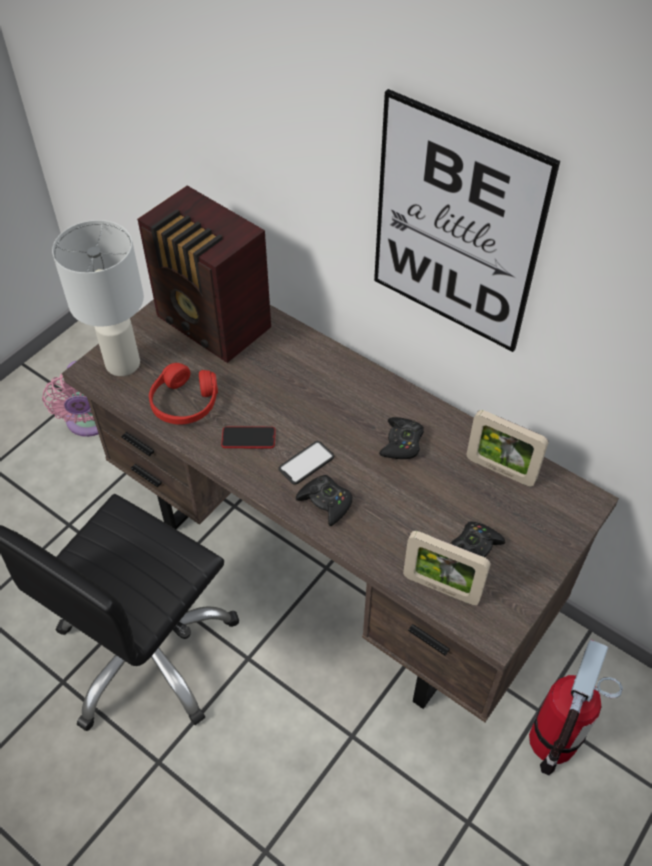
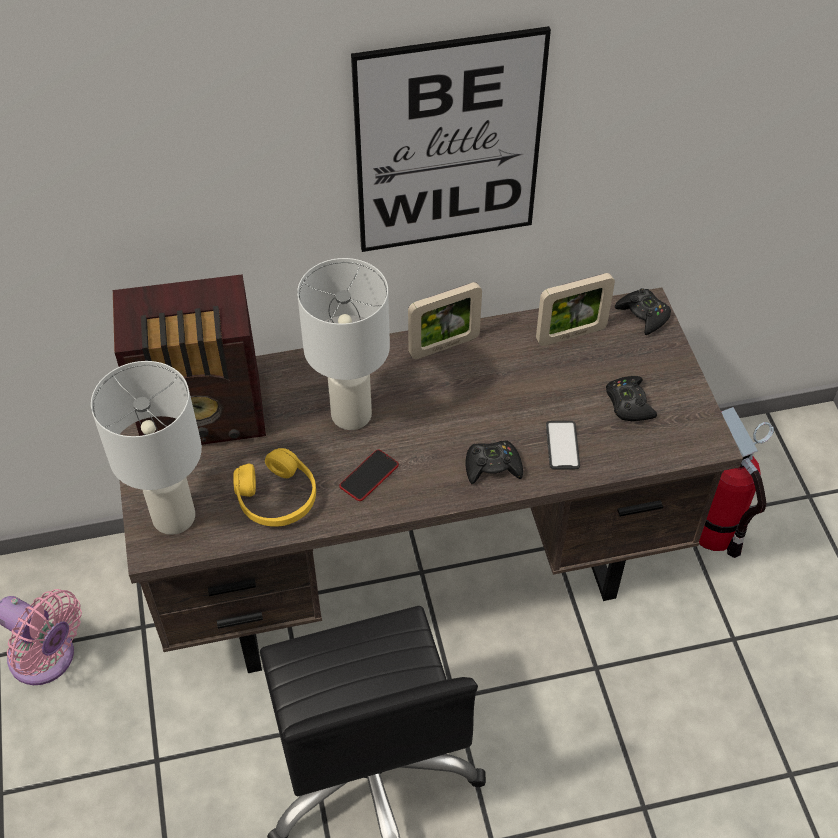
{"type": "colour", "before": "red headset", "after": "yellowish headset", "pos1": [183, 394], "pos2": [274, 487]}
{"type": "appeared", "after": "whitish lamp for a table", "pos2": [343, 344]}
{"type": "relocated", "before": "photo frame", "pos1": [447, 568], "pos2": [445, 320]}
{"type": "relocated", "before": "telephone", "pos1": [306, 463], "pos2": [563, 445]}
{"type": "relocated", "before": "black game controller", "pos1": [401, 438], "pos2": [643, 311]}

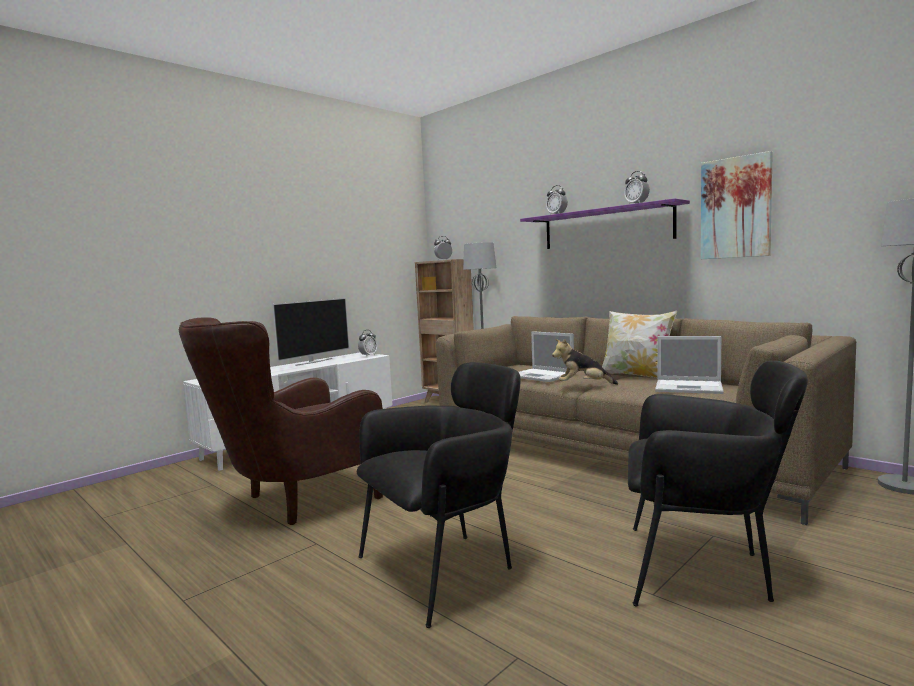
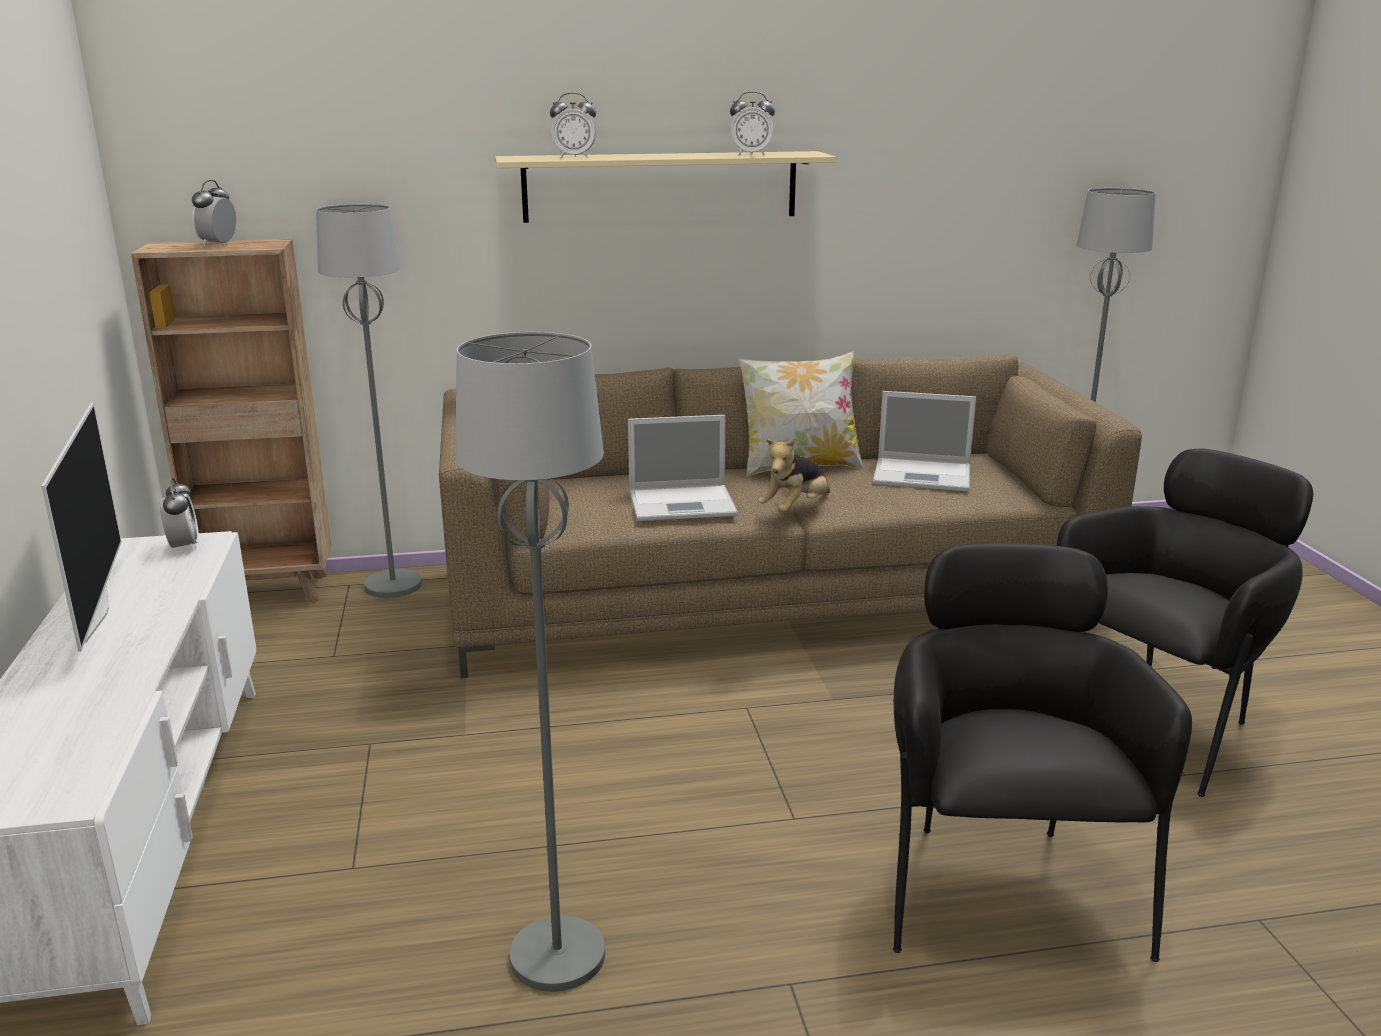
{"type": "exchanged", "before": "brownish easy chair", "after": "greyish standard lamp", "pos1": [281, 421], "pos2": [530, 662]}
{"type": "colour", "before": "purple-coloured shelf", "after": "beige shelf", "pos1": [605, 223], "pos2": [665, 187]}
{"type": "spun", "before": "notebook computer", "pos1": [689, 365], "pos2": [924, 441], "turn": 45}
{"type": "missing", "before": "wall art", "pos1": [737, 205]}

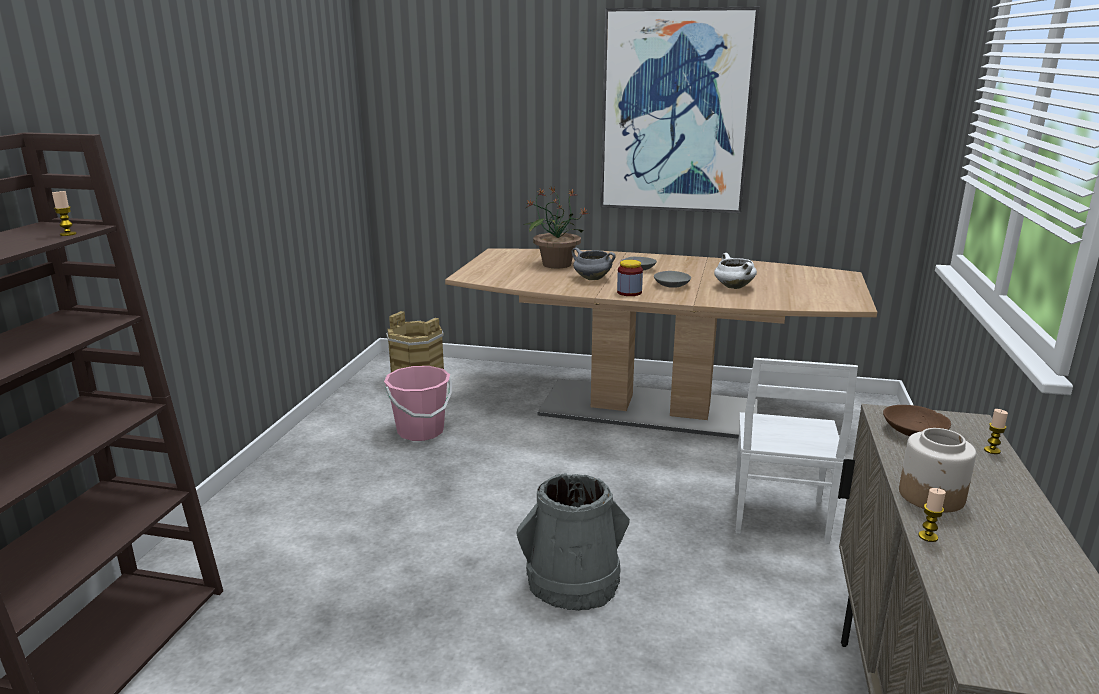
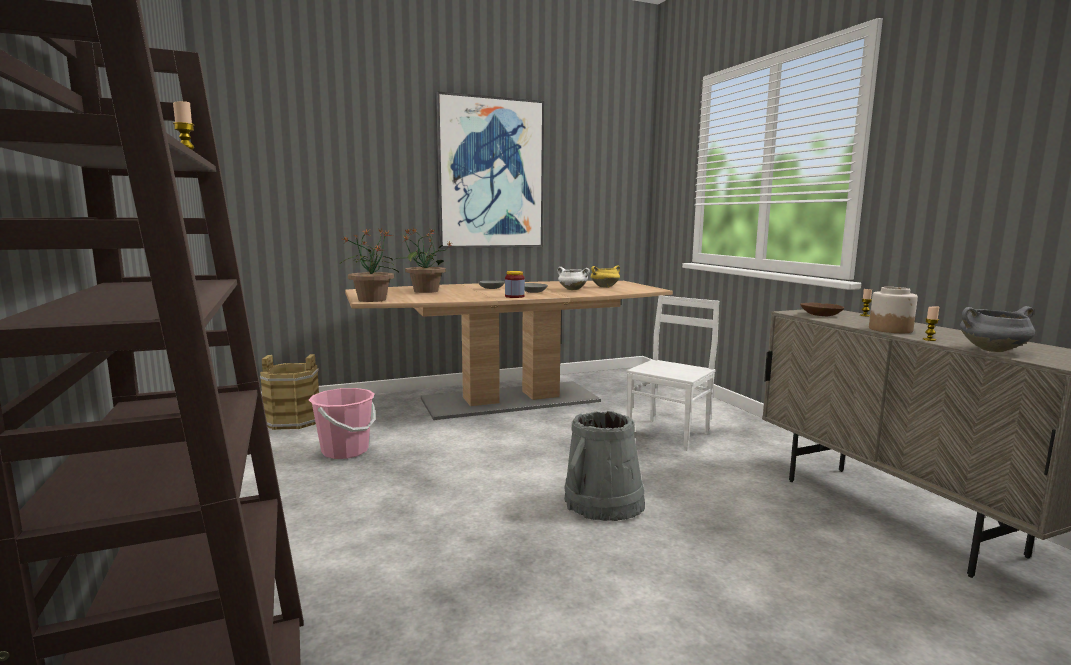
{"type": "appeared", "after": "plant in a pot", "pos2": [369, 265]}
{"type": "appeared", "after": "yellowish stockpot", "pos2": [605, 276]}
{"type": "spun", "before": "whitish upright chair", "pos1": [796, 451], "pos2": [672, 373], "turn": -120}
{"type": "relocated", "before": "greyish stockpot", "pos1": [594, 263], "pos2": [997, 329]}

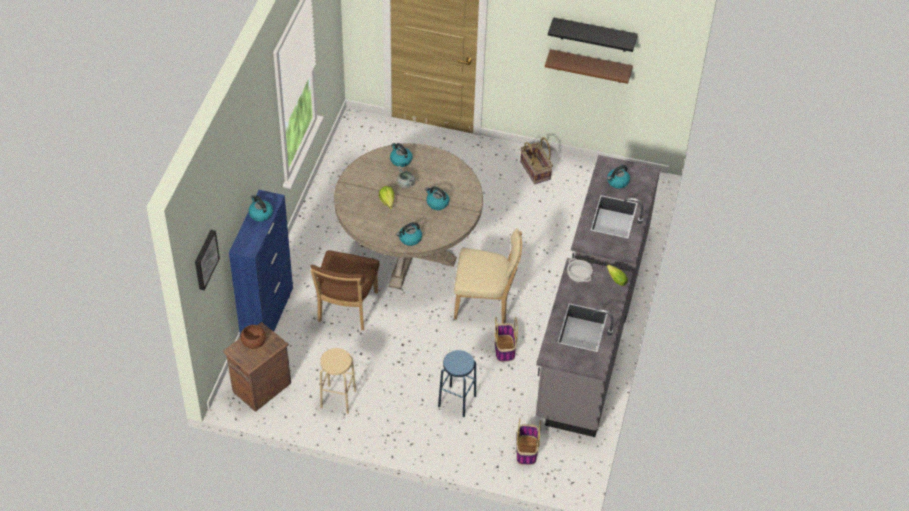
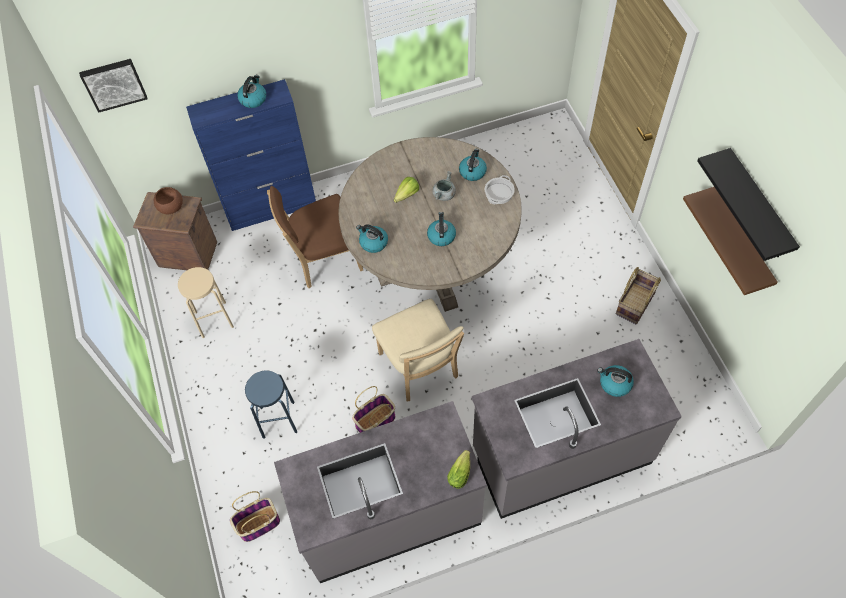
{"type": "relocated", "before": "stockpot", "pos1": [580, 270], "pos2": [500, 189]}

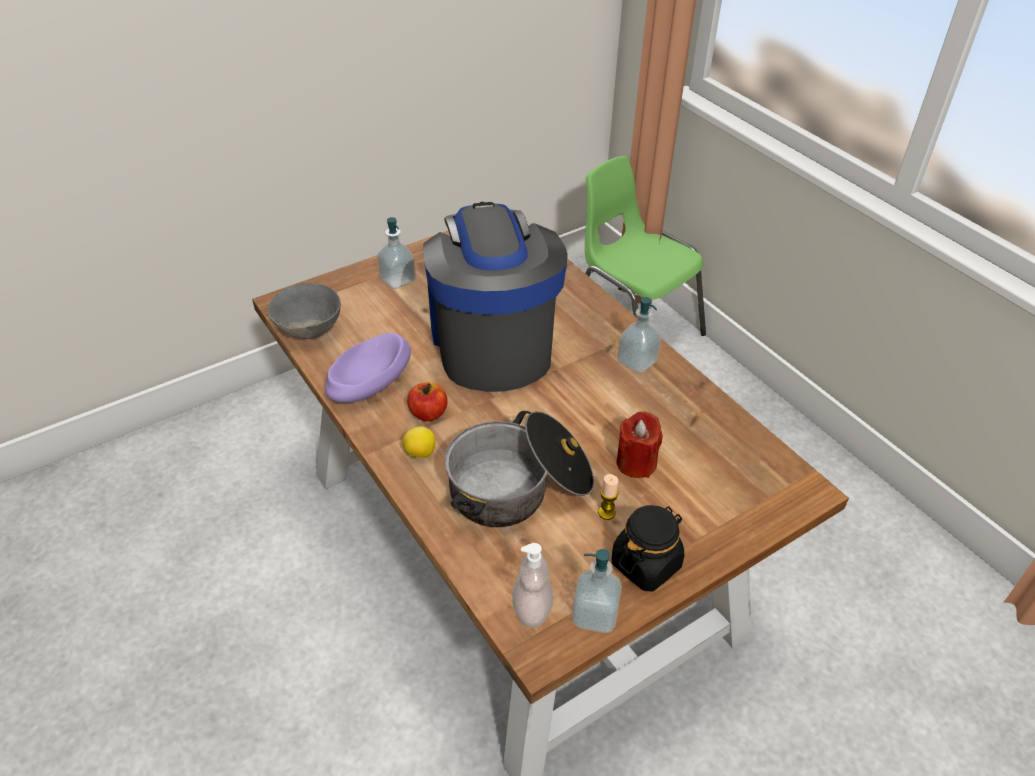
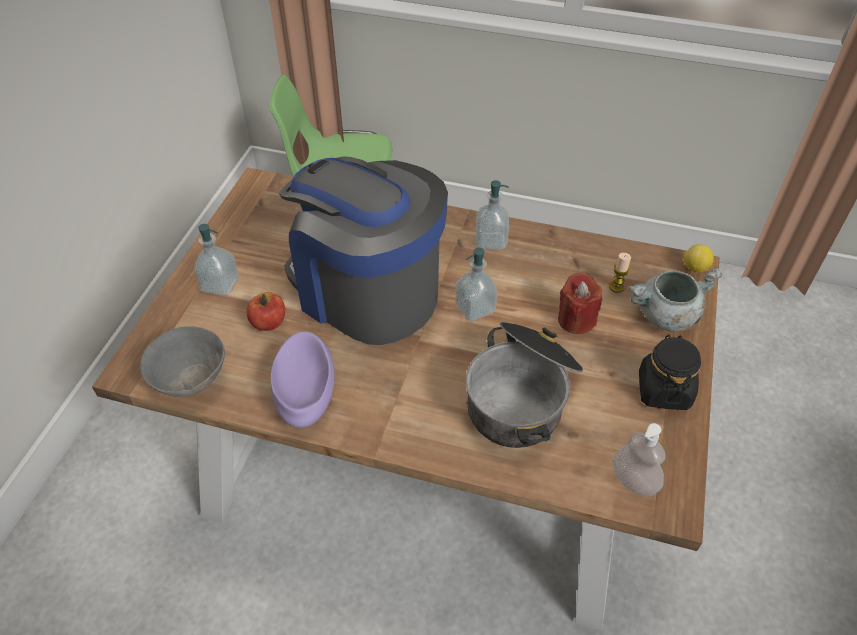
{"type": "relocated", "before": "apple", "pos1": [427, 401], "pos2": [266, 311]}
{"type": "relocated", "before": "soap dispenser", "pos1": [597, 591], "pos2": [476, 284]}
{"type": "relocated", "before": "wax light", "pos1": [608, 497], "pos2": [620, 273]}
{"type": "appeared", "after": "greyish stockpot", "pos2": [675, 299]}
{"type": "relocated", "before": "lemon", "pos1": [418, 442], "pos2": [699, 258]}

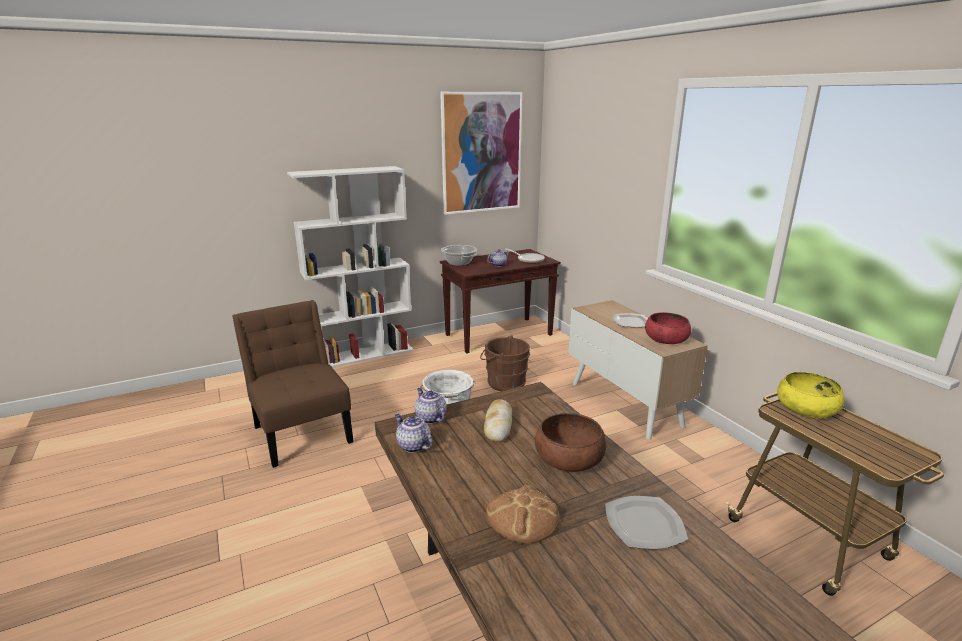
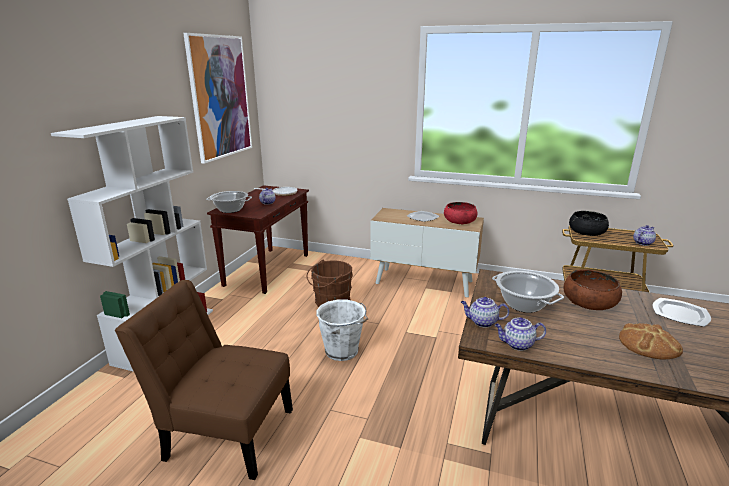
{"type": "exchanged", "before": "baked bread", "after": "stockpot", "pos1": [498, 420], "pos2": [528, 292]}
{"type": "colour", "before": "yellowish bowl", "after": "black bowl", "pos1": [811, 395], "pos2": [589, 223]}
{"type": "appeared", "after": "pot for tea", "pos2": [644, 235]}

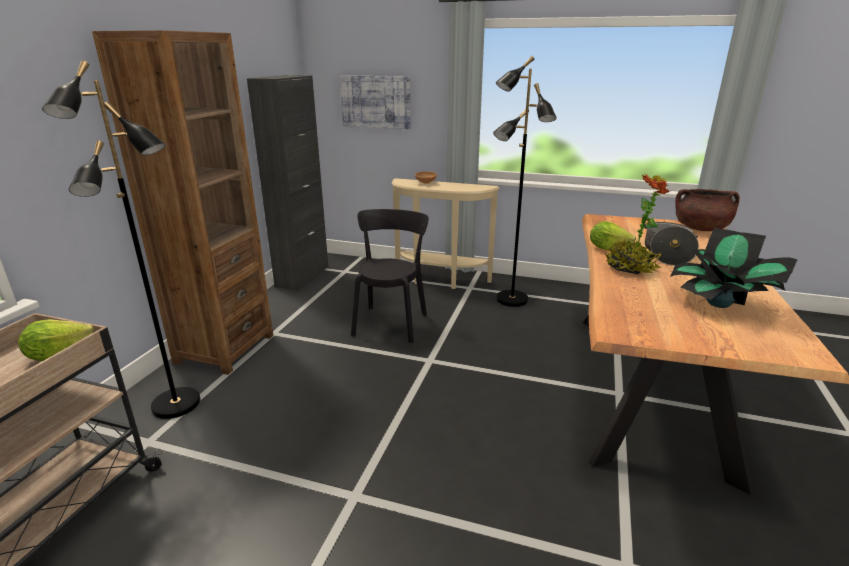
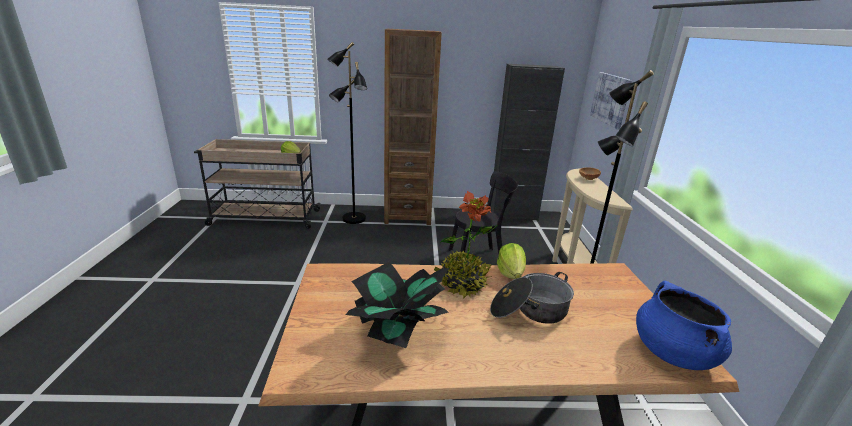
{"type": "colour", "before": "brownish stockpot", "after": "blue-coloured stockpot", "pos1": [707, 210], "pos2": [684, 325]}

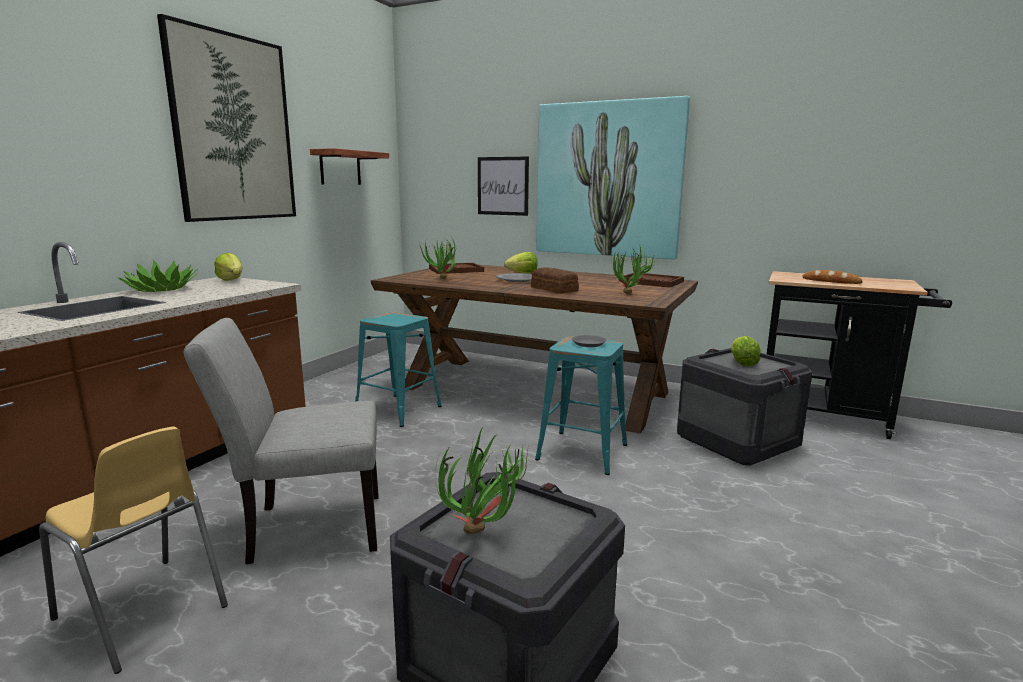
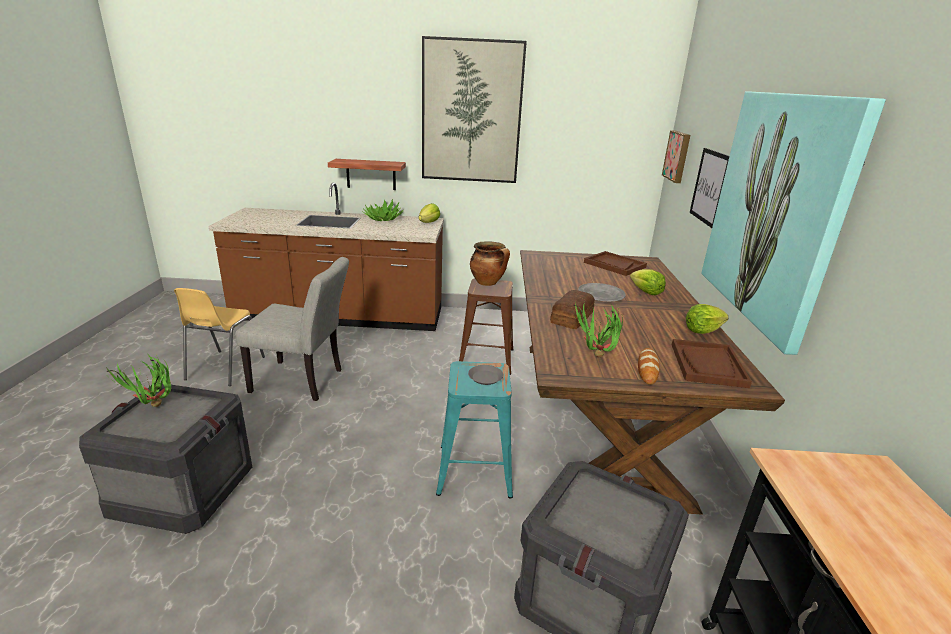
{"type": "spun", "before": "greyish upright chair", "pos1": [281, 441], "pos2": [292, 329], "turn": 135}
{"type": "relocated", "before": "shelf", "pos1": [349, 166], "pos2": [367, 174]}
{"type": "colour", "before": "turquoise-coloured stool seat", "after": "brownish stool seat", "pos1": [398, 369], "pos2": [486, 326]}
{"type": "appeared", "after": "stockpot", "pos2": [490, 263]}
{"type": "relocated", "before": "baked bread", "pos1": [832, 277], "pos2": [649, 366]}
{"type": "appeared", "after": "wall art", "pos2": [676, 156]}
{"type": "relocated", "before": "head of lettuce", "pos1": [746, 351], "pos2": [707, 319]}
{"type": "missing", "before": "plant in a pot", "pos1": [437, 258]}

